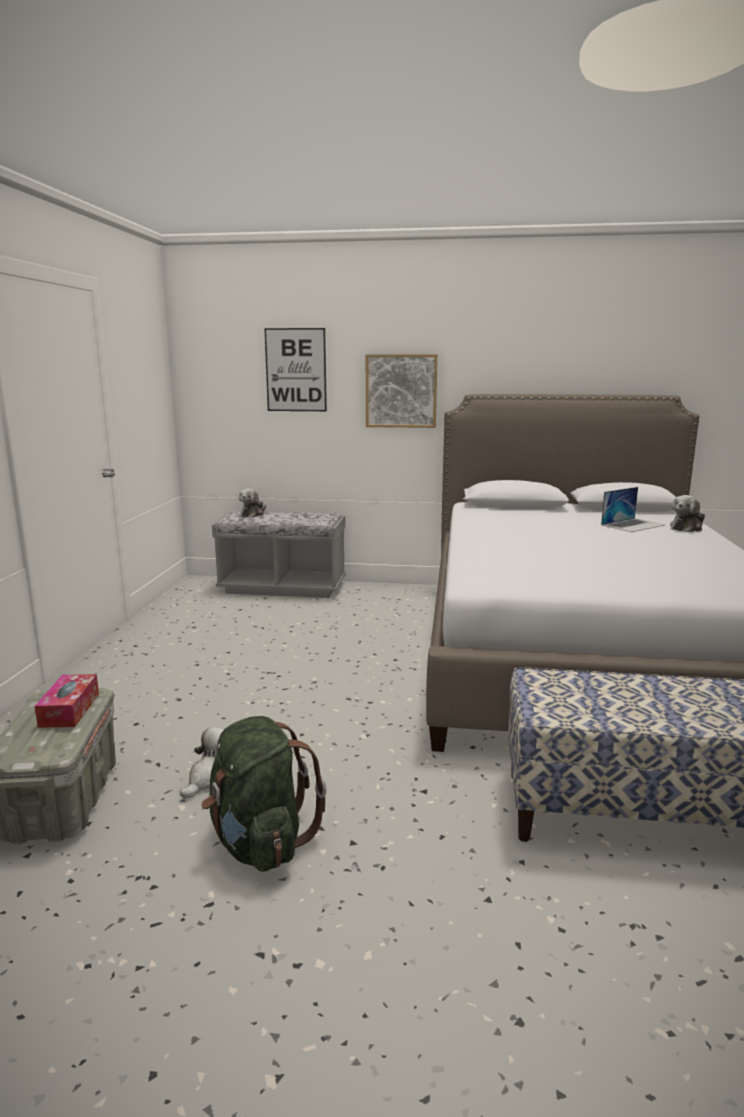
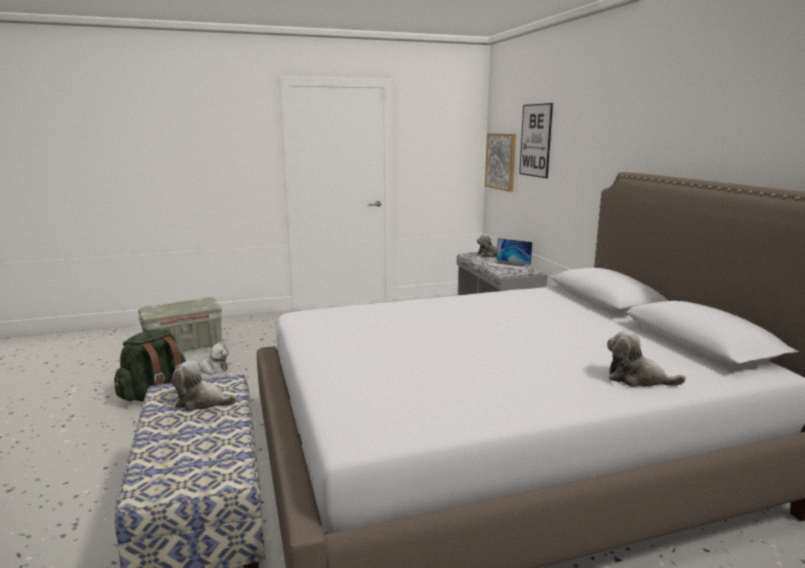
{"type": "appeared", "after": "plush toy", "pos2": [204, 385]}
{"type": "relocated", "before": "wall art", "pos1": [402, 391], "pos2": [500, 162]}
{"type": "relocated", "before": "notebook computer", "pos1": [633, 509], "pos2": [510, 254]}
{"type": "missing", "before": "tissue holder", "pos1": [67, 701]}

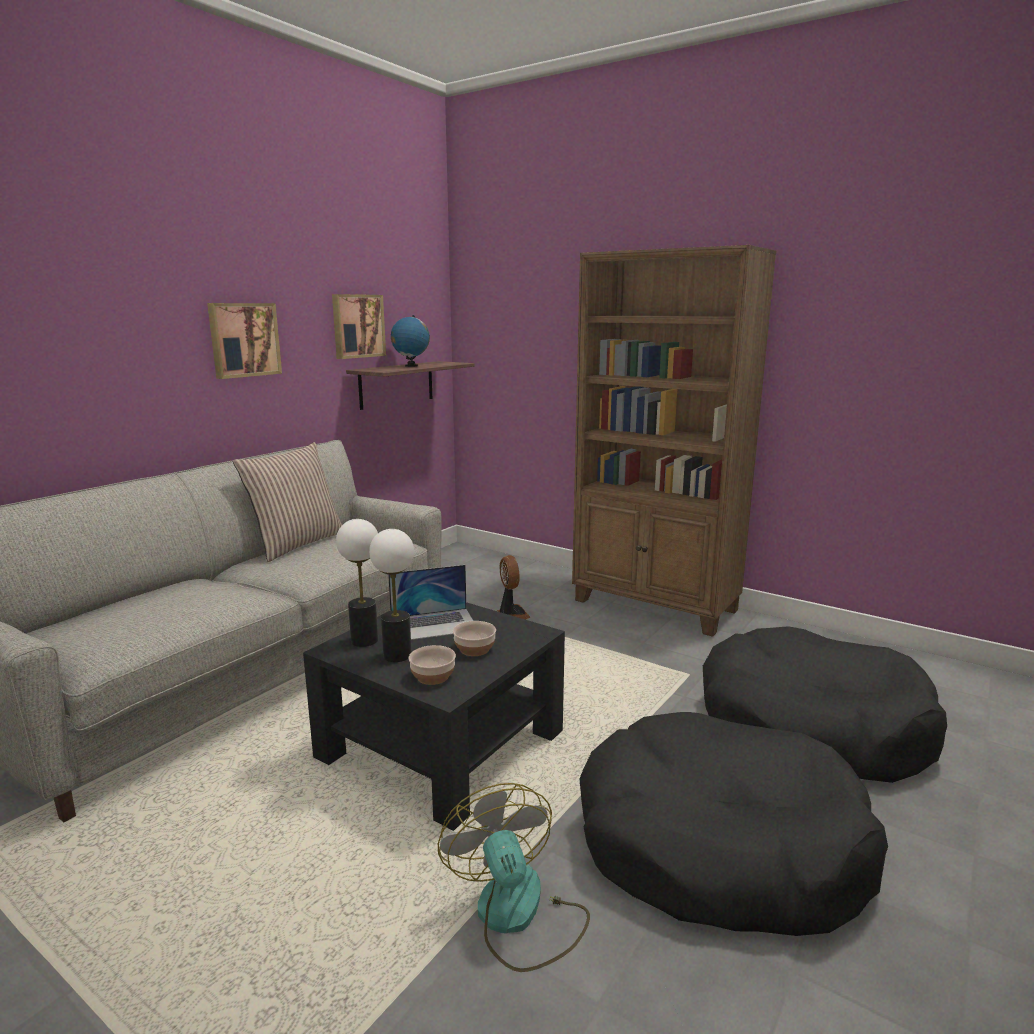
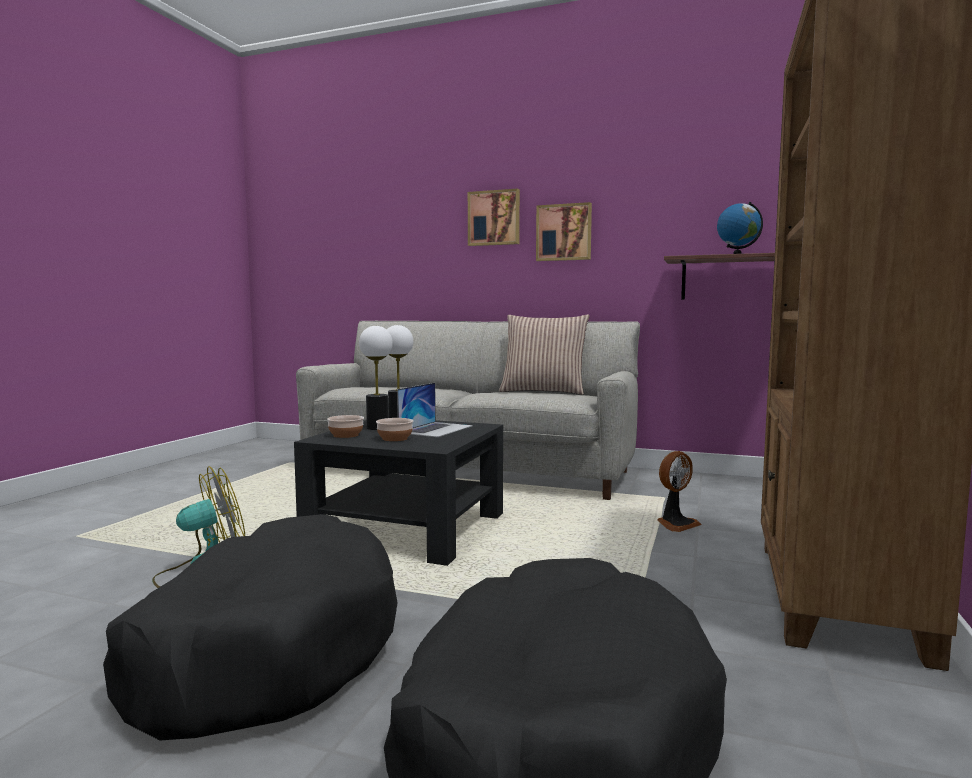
{"type": "spun", "before": "notebook computer", "pos1": [430, 602], "pos2": [435, 410], "turn": -120}
{"type": "relocated", "before": "wall art", "pos1": [359, 326], "pos2": [494, 217]}

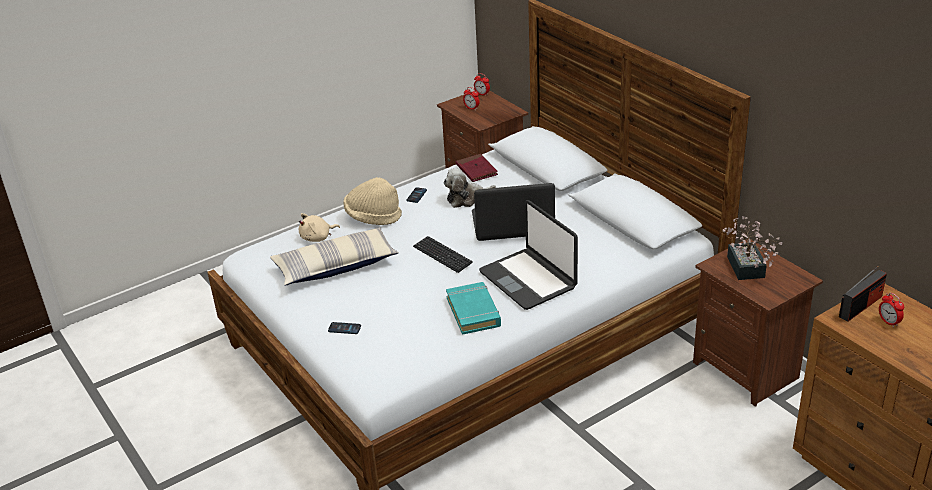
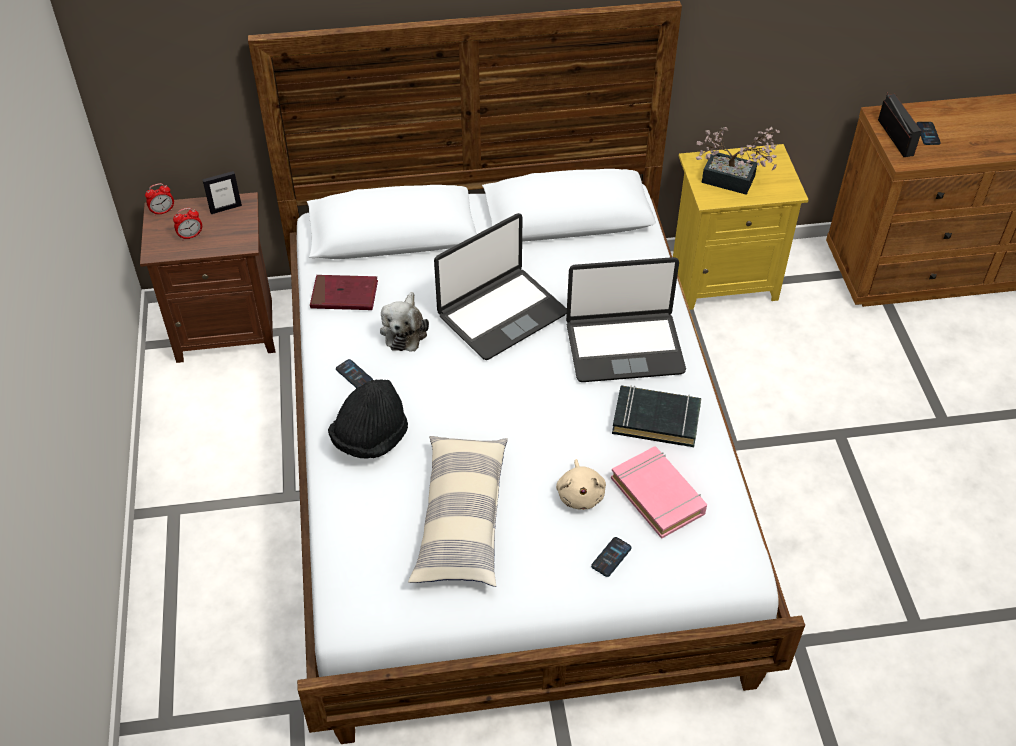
{"type": "appeared", "after": "photo frame", "pos2": [222, 192]}
{"type": "colour", "before": "beige hat", "after": "black hat", "pos1": [373, 201], "pos2": [368, 419]}
{"type": "spun", "before": "notebook computer", "pos1": [513, 212], "pos2": [500, 286], "turn": -150}
{"type": "relocated", "before": "beige plush toy", "pos1": [319, 227], "pos2": [581, 484]}
{"type": "appeared", "after": "pink-coloured bound book", "pos2": [659, 492]}
{"type": "colour", "before": "turquoise-coloured bound book", "after": "black bound book", "pos1": [473, 308], "pos2": [656, 416]}
{"type": "colour", "before": "brownish bedside table", "after": "yellowish bedside table", "pos1": [758, 323], "pos2": [741, 227]}
{"type": "exchanged", "before": "alarm clock", "after": "telephone", "pos1": [891, 310], "pos2": [928, 133]}
{"type": "missing", "before": "computer keyboard", "pos1": [443, 254]}

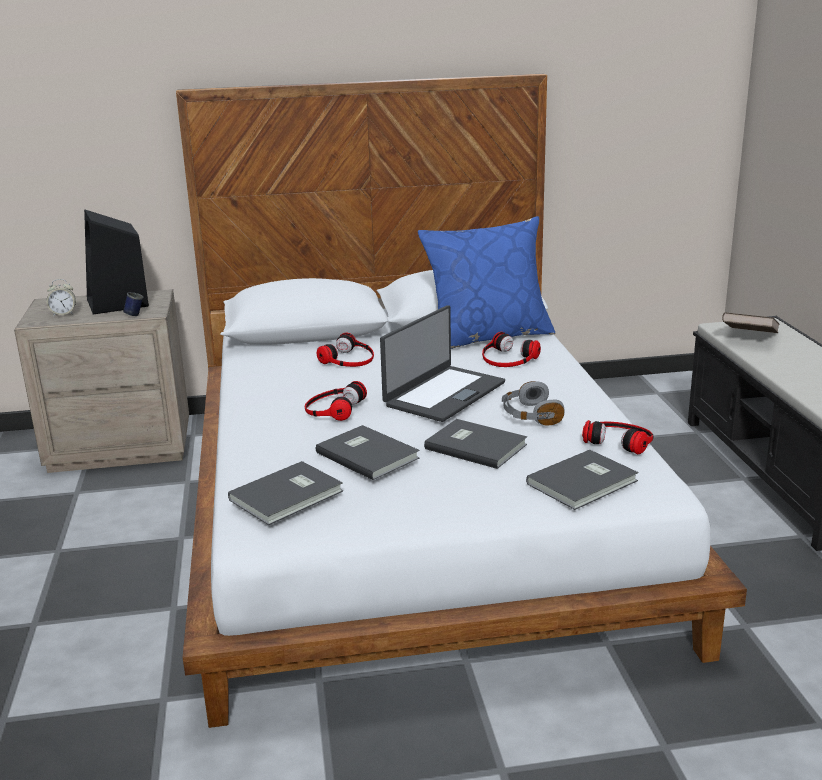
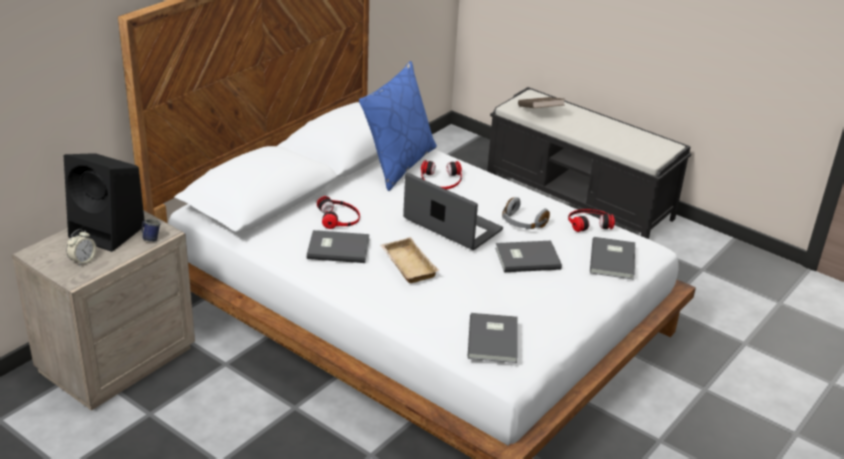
{"type": "relocated", "before": "greyish bound book", "pos1": [367, 452], "pos2": [338, 246]}
{"type": "exchanged", "before": "headset", "after": "beige carrying tray", "pos1": [336, 401], "pos2": [409, 260]}
{"type": "spun", "before": "notebook computer", "pos1": [442, 363], "pos2": [453, 211], "turn": -45}

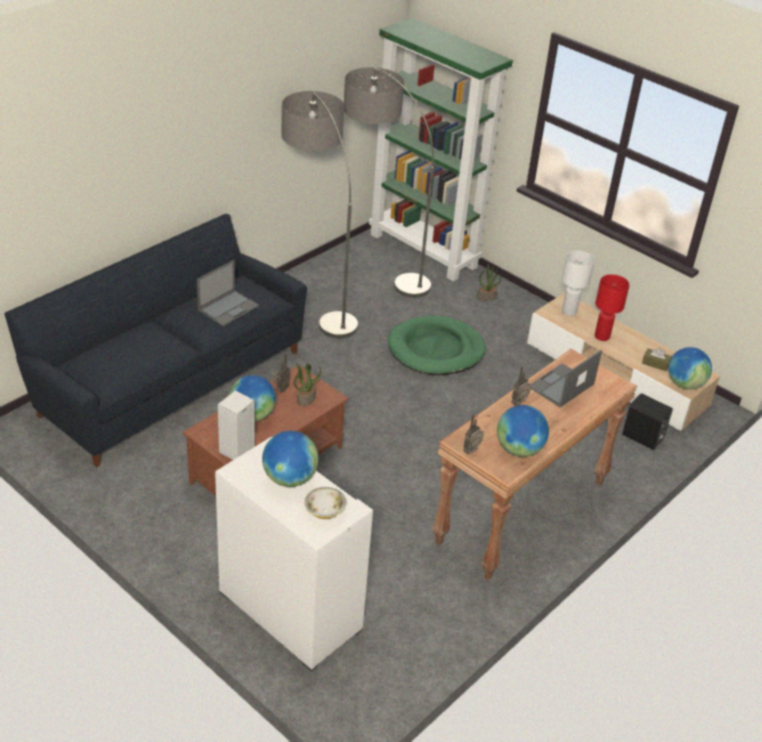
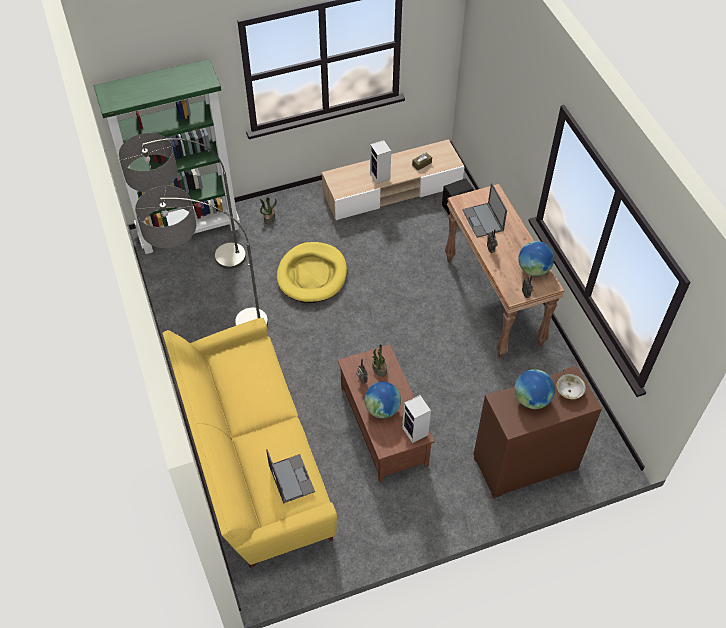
{"type": "colour", "before": "black sofa", "after": "yellowish sofa", "pos1": [155, 340], "pos2": [249, 443]}
{"type": "relocated", "before": "notebook computer", "pos1": [228, 293], "pos2": [290, 476]}
{"type": "colour", "before": "greenish pet bed", "after": "yellowish pet bed", "pos1": [437, 345], "pos2": [312, 272]}
{"type": "exchanged", "before": "red lamp for a table", "after": "audio speaker", "pos1": [612, 307], "pos2": [380, 162]}
{"type": "colour", "before": "whitish cupboard", "after": "brownish cupboard", "pos1": [294, 554], "pos2": [537, 432]}
{"type": "missing", "before": "whitish lamp for a table", "pos1": [578, 283]}
{"type": "missing", "before": "globe", "pos1": [690, 368]}

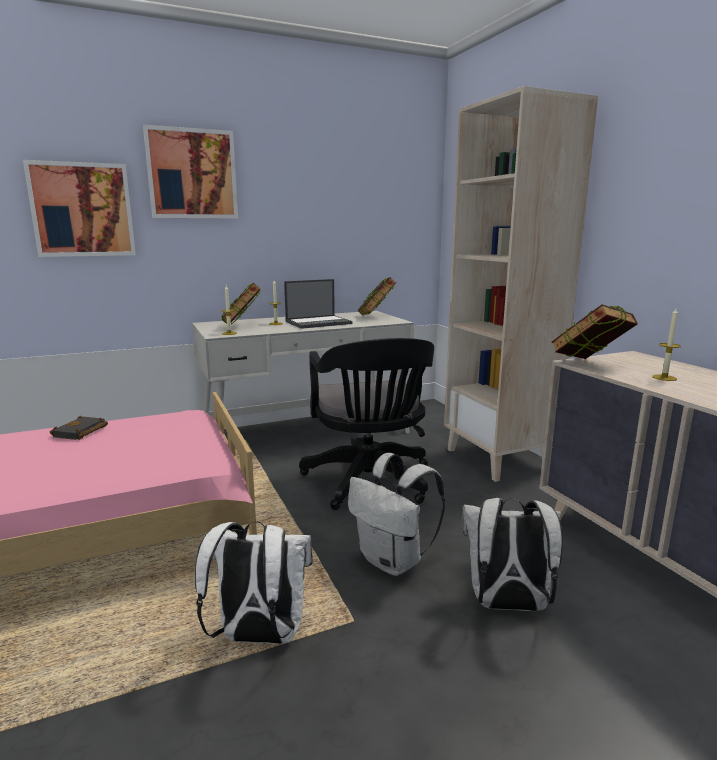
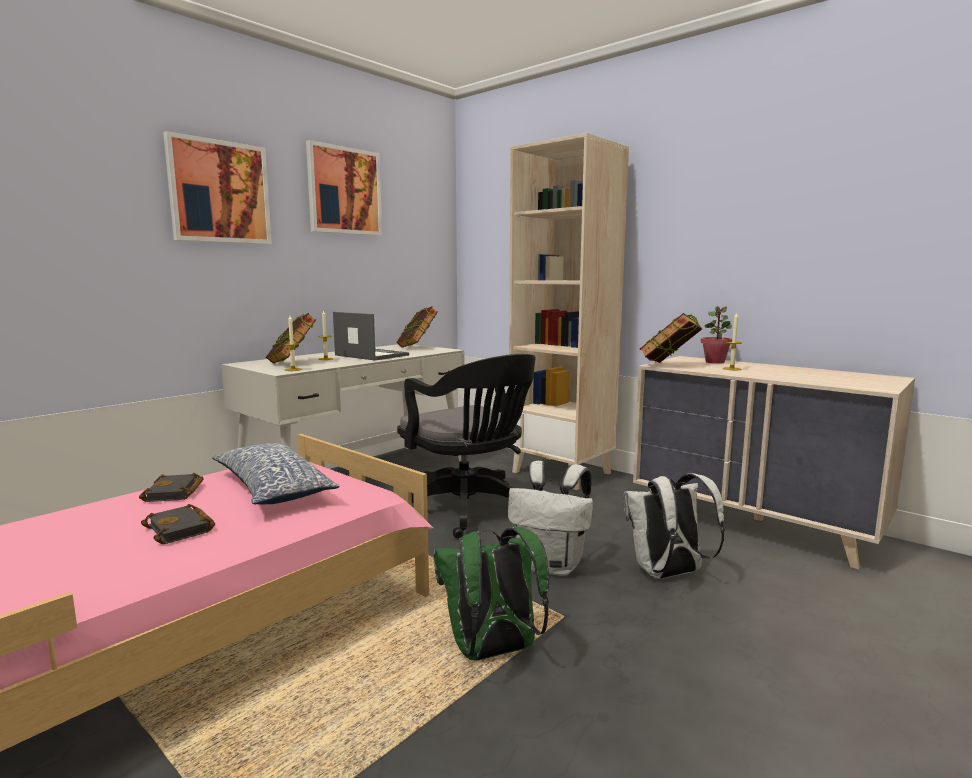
{"type": "appeared", "after": "black bound book", "pos2": [178, 524]}
{"type": "appeared", "after": "cushion", "pos2": [276, 473]}
{"type": "relocated", "before": "wall art", "pos1": [79, 208], "pos2": [344, 188]}
{"type": "spun", "before": "notebook computer", "pos1": [318, 304], "pos2": [371, 336], "turn": -90}
{"type": "colour", "before": "whitish rucksack", "after": "greenish rucksack", "pos1": [254, 582], "pos2": [491, 593]}
{"type": "appeared", "after": "plant in a pot", "pos2": [716, 334]}

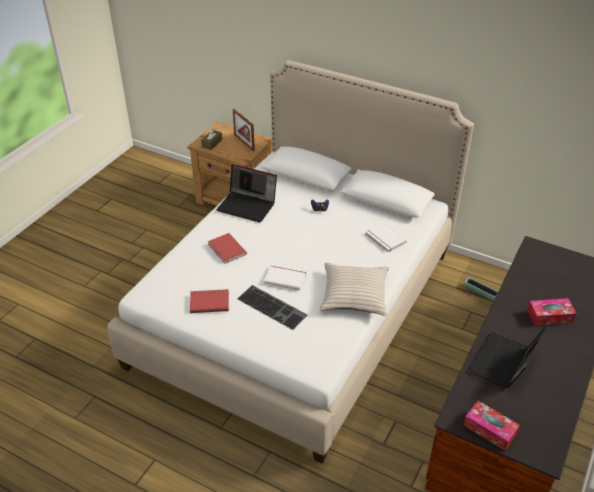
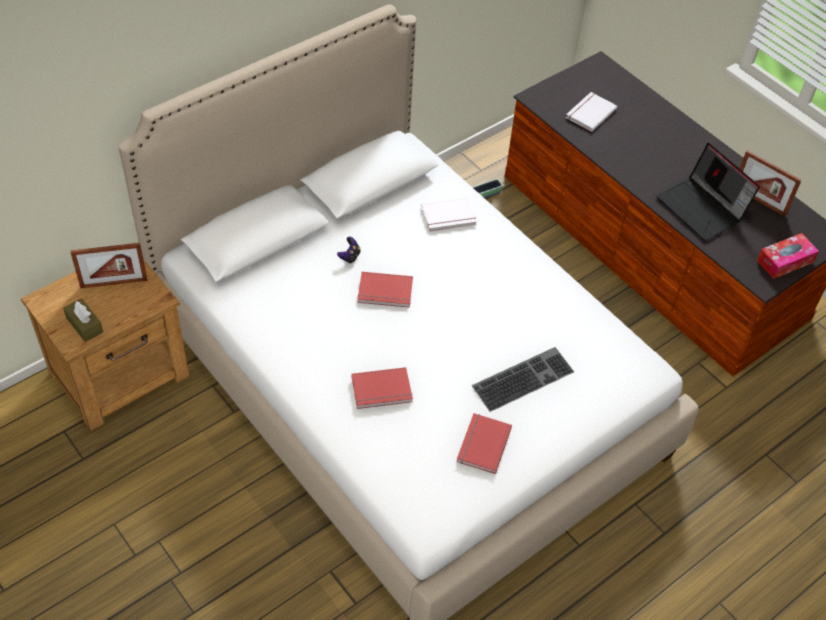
{"type": "appeared", "after": "red bound book", "pos2": [385, 290]}
{"type": "relocated", "before": "whitish bound book", "pos1": [285, 277], "pos2": [591, 112]}
{"type": "appeared", "after": "photo frame", "pos2": [771, 183]}
{"type": "missing", "before": "notebook computer", "pos1": [246, 193]}
{"type": "missing", "before": "beige cushion", "pos1": [354, 289]}
{"type": "missing", "before": "tissue holder", "pos1": [552, 312]}

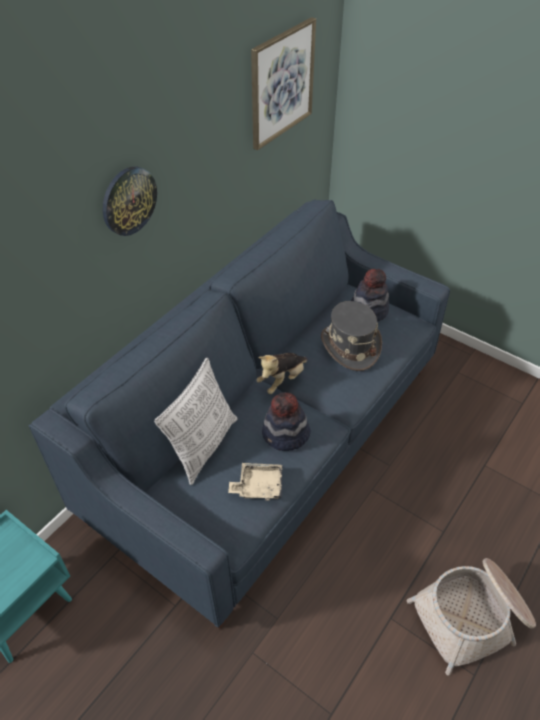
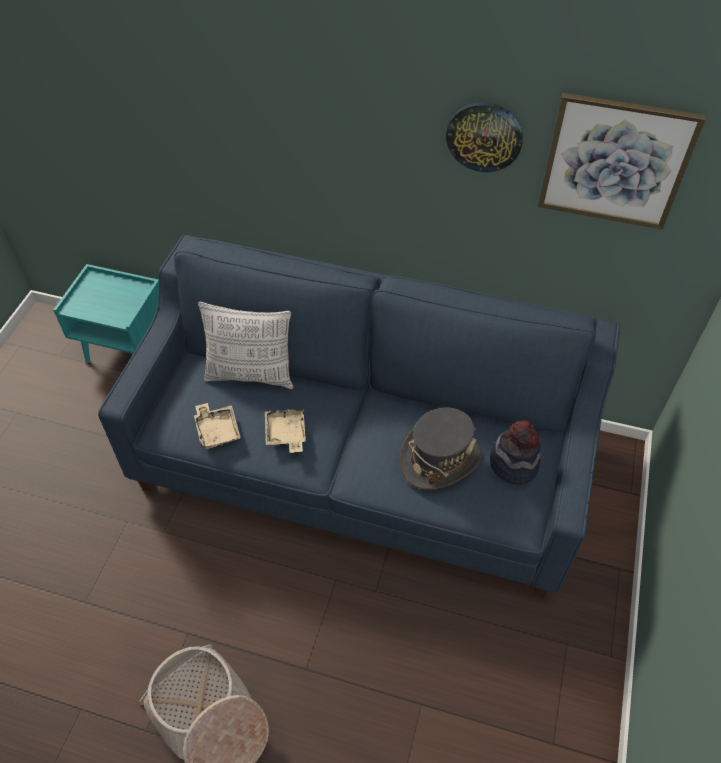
{"type": "exchanged", "before": "hat", "after": "beige carrying tray", "pos1": [286, 421], "pos2": [285, 430]}
{"type": "relocated", "before": "hanging clock", "pos1": [130, 201], "pos2": [484, 137]}
{"type": "missing", "before": "plush toy", "pos1": [282, 373]}

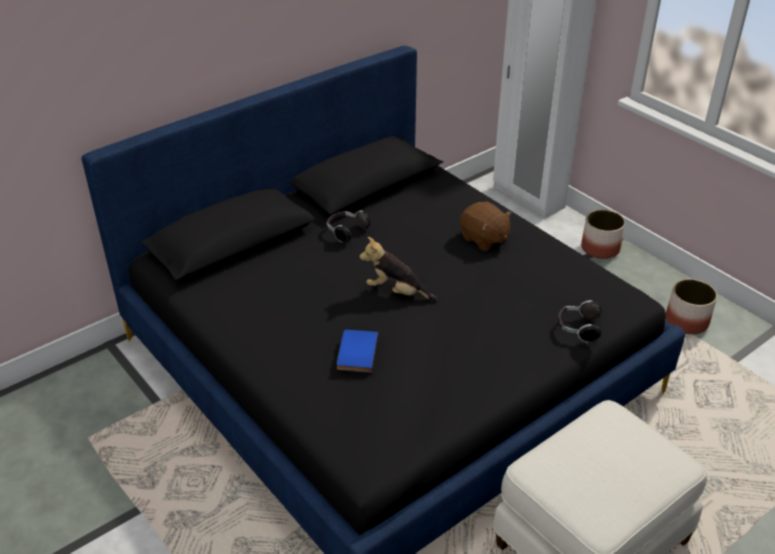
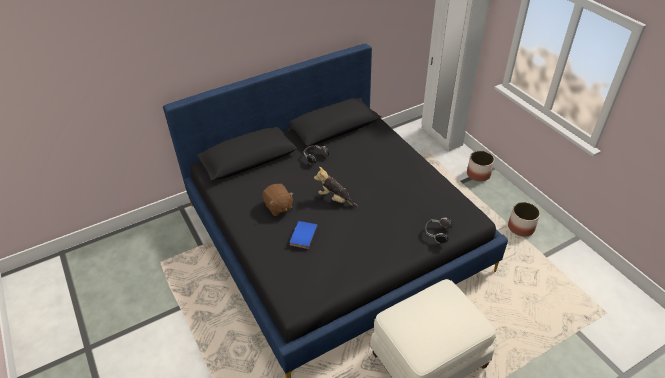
{"type": "relocated", "before": "brownish plush toy", "pos1": [486, 226], "pos2": [278, 200]}

